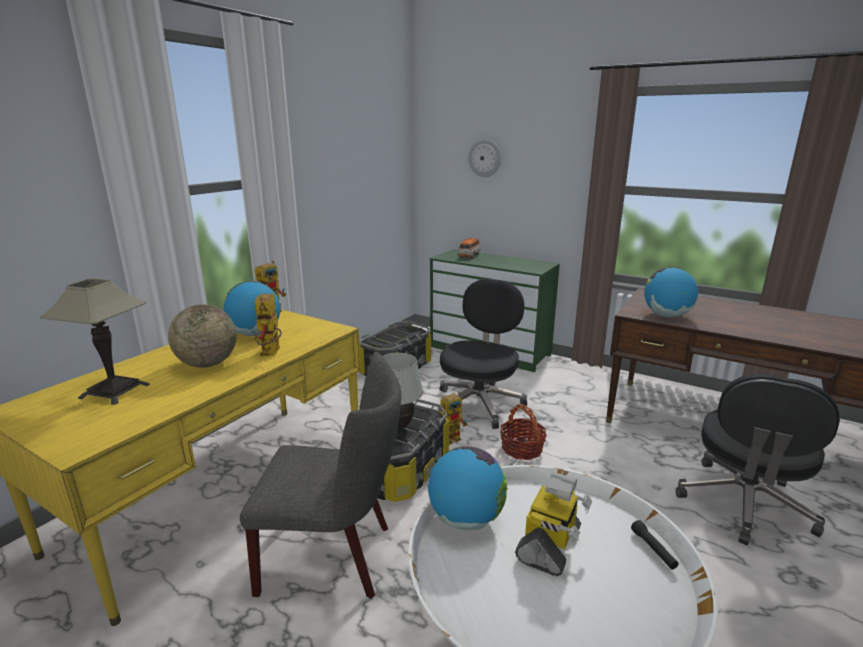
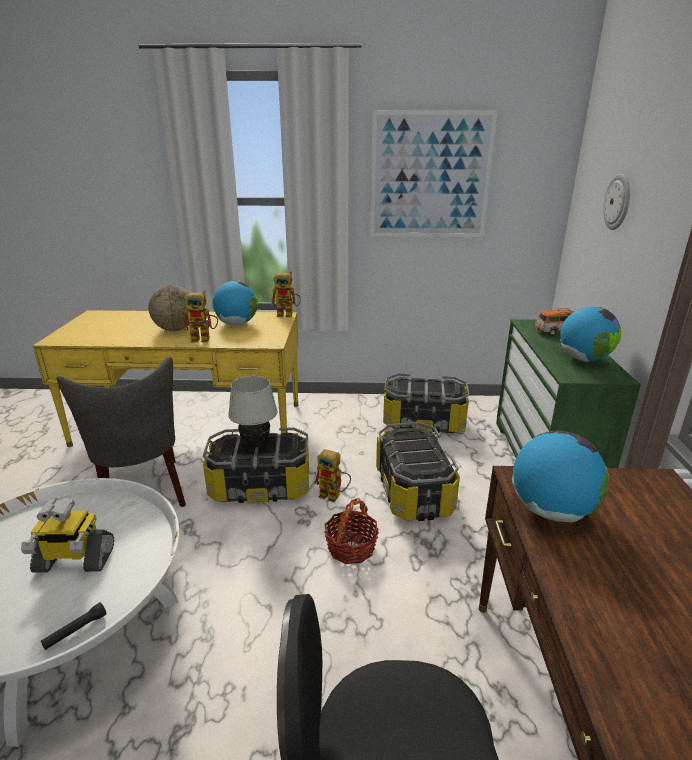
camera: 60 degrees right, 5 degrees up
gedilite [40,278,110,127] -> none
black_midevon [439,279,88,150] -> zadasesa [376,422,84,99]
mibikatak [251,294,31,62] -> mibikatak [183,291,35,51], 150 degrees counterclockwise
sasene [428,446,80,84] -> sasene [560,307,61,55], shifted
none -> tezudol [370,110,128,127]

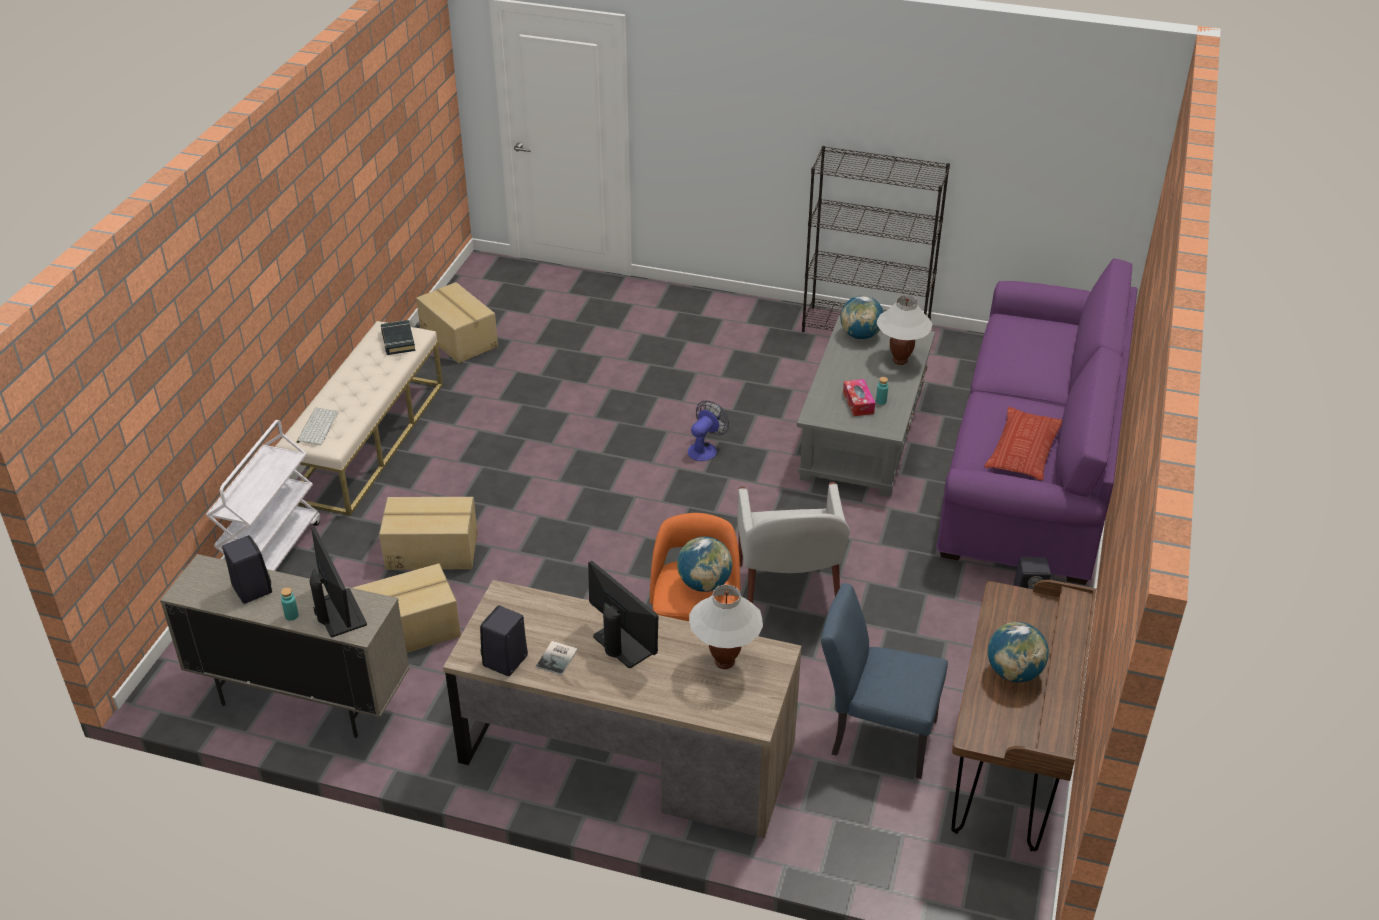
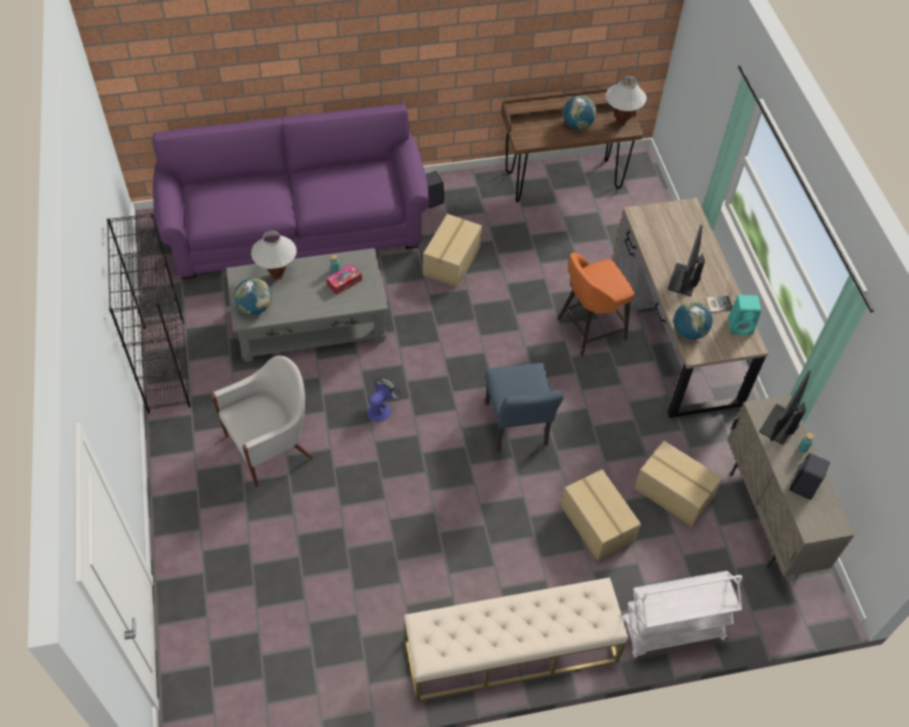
camera: 120 degrees left, 15 degrees up
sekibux [416,282,82,81] -> sekibux [423,214,59,73], shifted
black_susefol [381,320,34,35] -> none
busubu [688,401,41,60] -> busubu [367,375,34,47], 120 degrees clockwise
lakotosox [985,407,77,73] -> none
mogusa [297,408,41,37] -> none
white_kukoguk [737,482,113,121] -> white_kukoguk [211,356,102,132], shifted
sasene [677,536,55,56] -> sasene [674,301,39,39], shifted
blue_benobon [821,583,127,196] -> blue_benobon [485,363,78,89], shifted
white_gedilite [689,585,74,84] -> white_gedilite [605,76,42,50], shifted
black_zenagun [480,605,48,71] -> turquoise_zenagun [728,295,33,40]

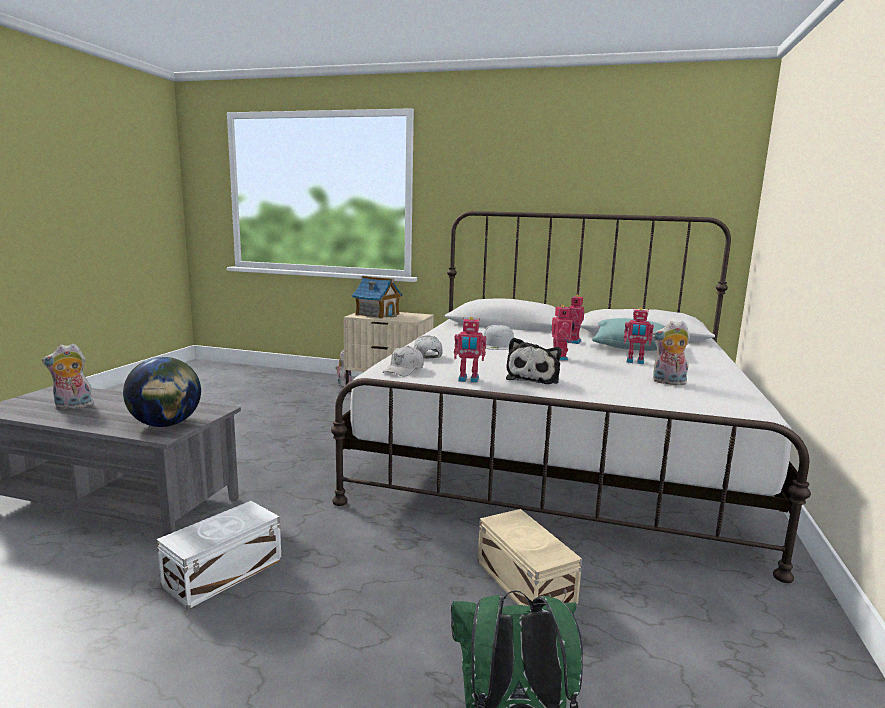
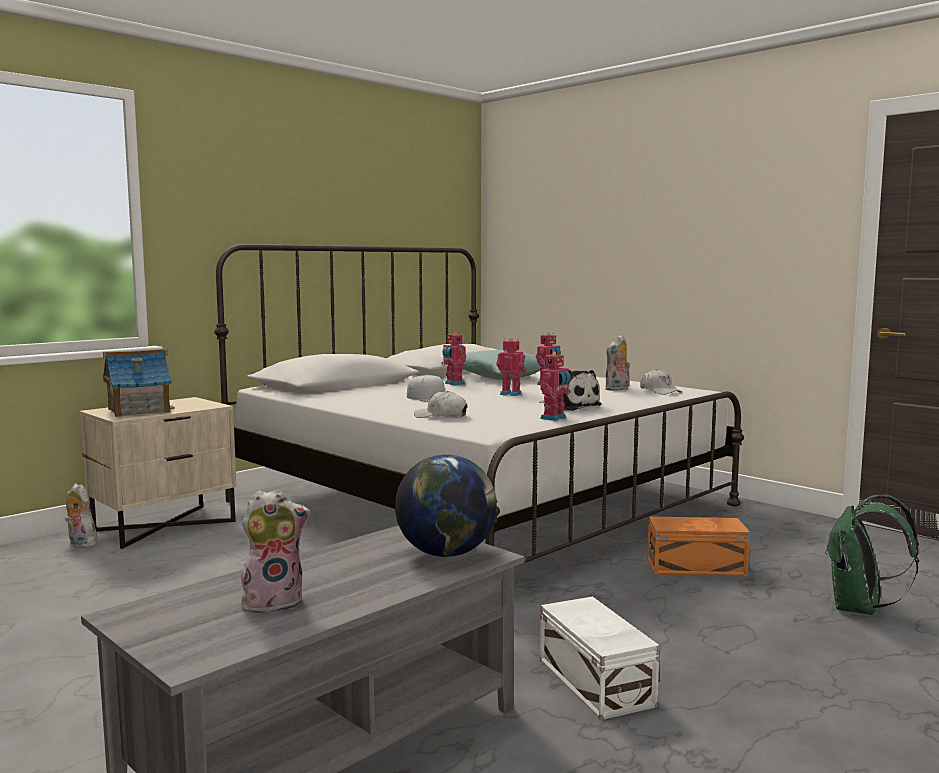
camera: 60 degrees left, 5 degrees down
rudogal [42,344,52,66] -> rudogal [241,489,69,124], 120 degrees counterclockwise
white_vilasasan [382,346,42,30] -> white_vilasasan [640,369,42,26], shifted
beige_zadasesa [478,509,104,98] -> orange_zadasesa [647,516,103,61]

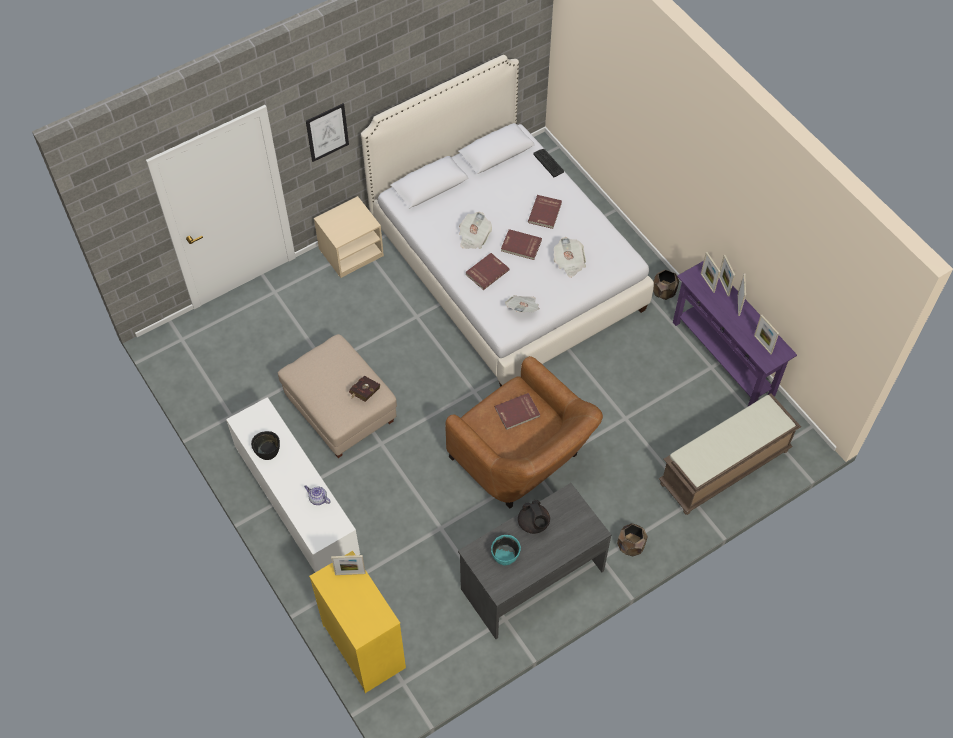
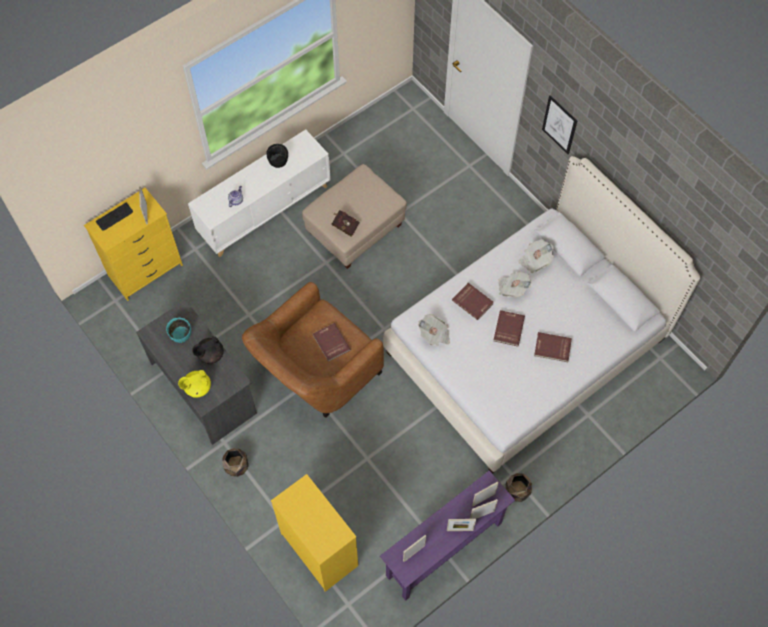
camera: 85 degrees right, 5 degrees up
mogusa [533,149,31,28] -> mogusa [96,203,37,28], shifted
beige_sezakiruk [314,196,70,82] -> none
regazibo [554,237,32,41] -> regazibo [519,239,35,34], shifted
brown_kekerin [658,394,143,121] -> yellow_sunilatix [271,474,87,118]
none -> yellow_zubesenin [178,370,33,28]

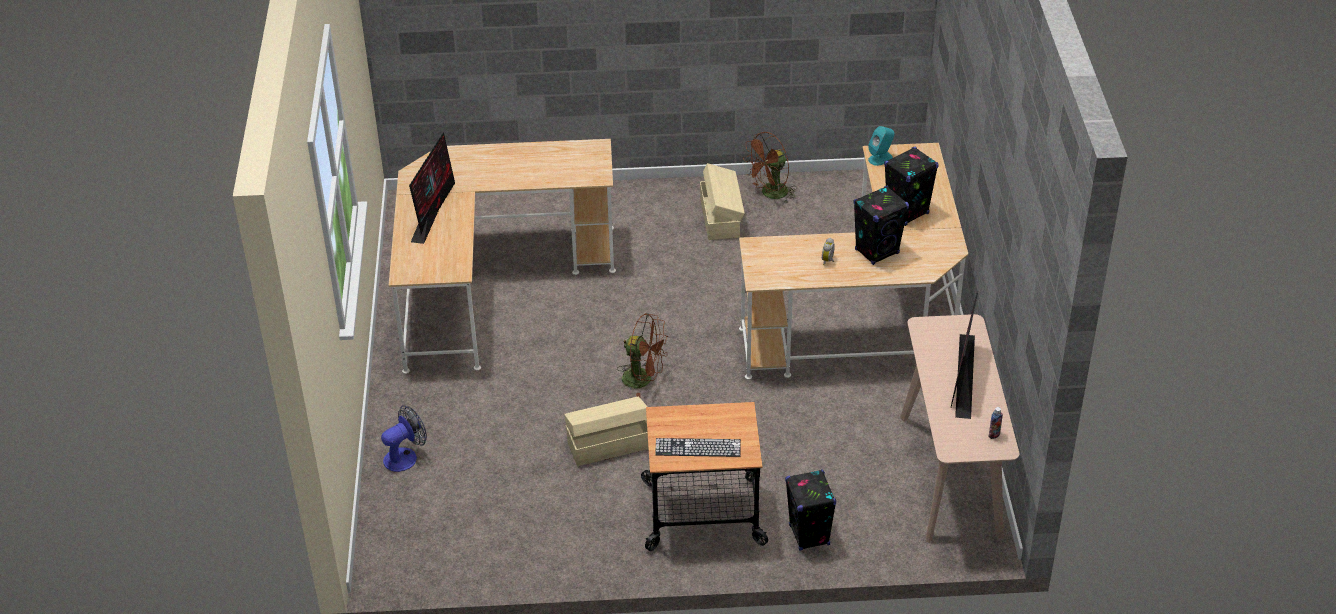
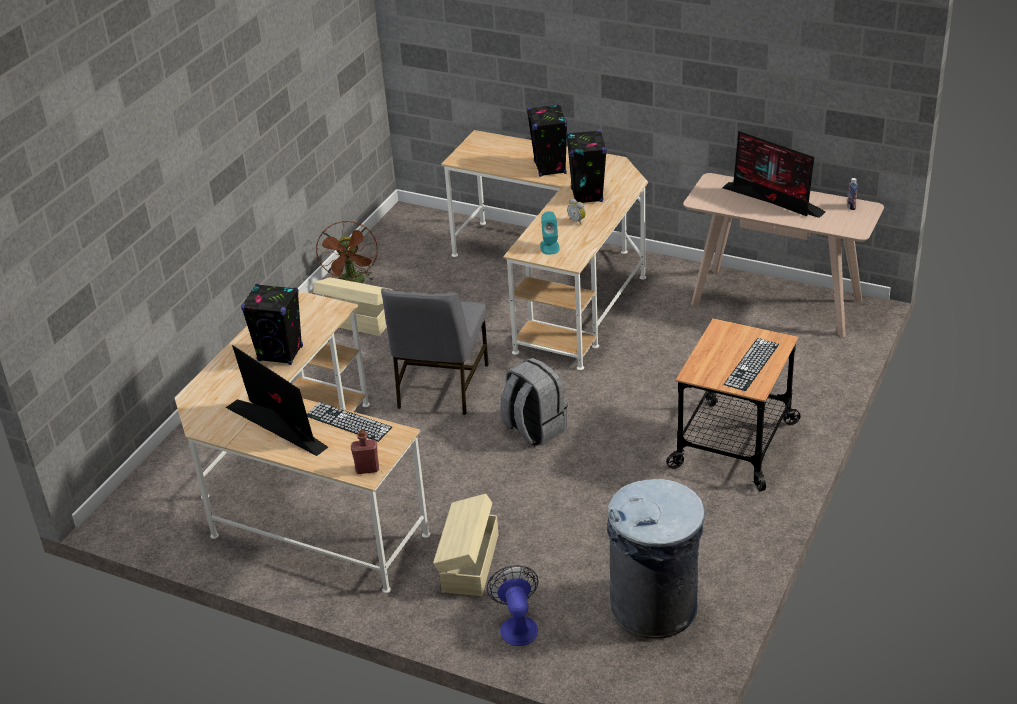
camera: 60 degrees left, 5 degrees down
turquoise_zenagun [868,126,27,40] -> turquoise_zenagun [540,211,19,44], shifted
brown_busubu [617,313,51,84] -> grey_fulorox [500,358,68,88]
beige_zadasesa [564,396,84,70] -> beige_zadasesa [433,494,65,102], shifted
black_zenagun [785,469,51,82] -> black_zenagun [241,284,62,81], shifted
none -> grey_benobon [381,288,108,127]
none -> mogusa [307,402,85,40]
none -> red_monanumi [351,430,28,44]
none -> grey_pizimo [607,479,98,160]

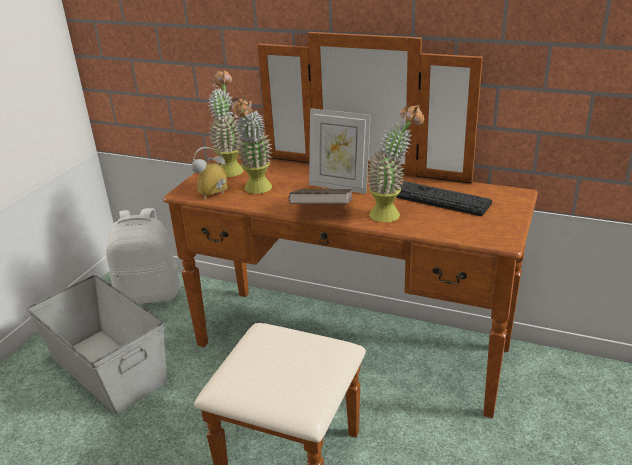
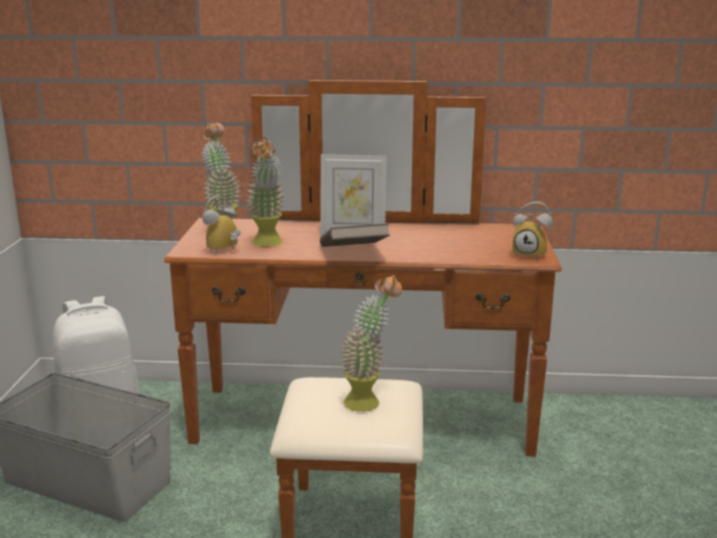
camera: 20 degrees left, 10 degrees down
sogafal [367,105,57,117] -> sogafal [340,275,62,137], shifted
mogusa [396,181,96,35] -> none
none -> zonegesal [512,202,41,58]

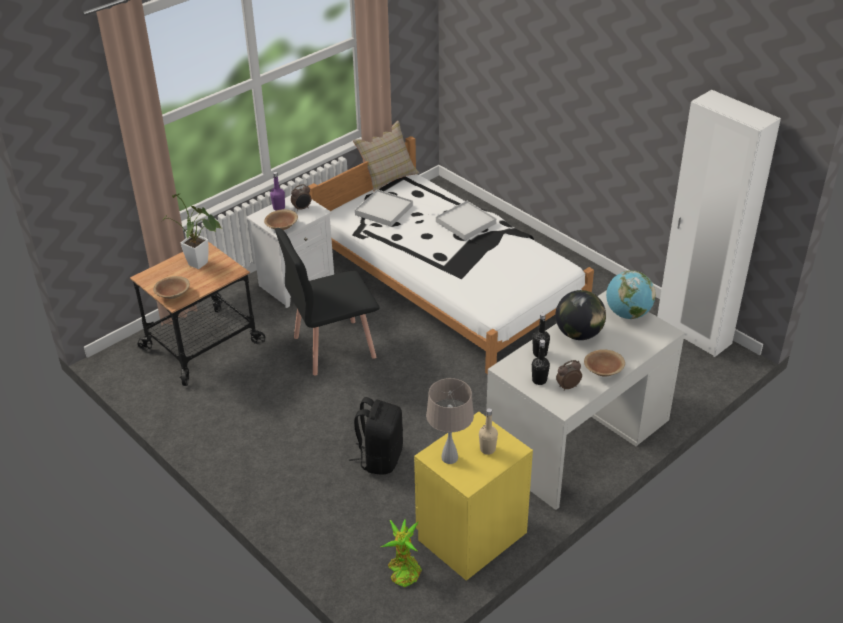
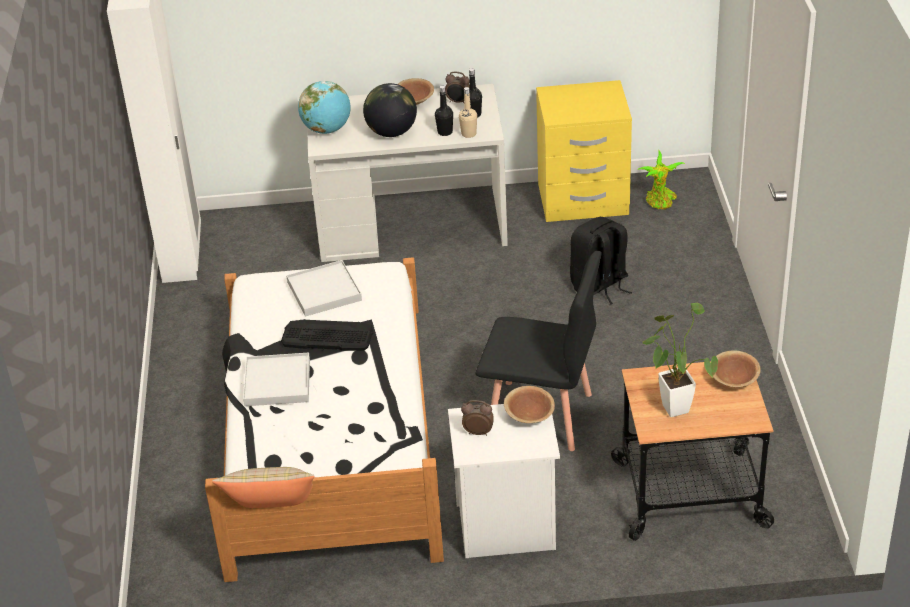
camera: 140 degrees left, 0 degrees up
purple_monanumi [270,172,15,39] -> none
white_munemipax [355,189,58,38] -> white_munemipax [286,260,76,57], shifted
beige_gedilite [426,378,48,86] -> none
beige_monanumi [479,408,19,47] -> beige_monanumi [459,87,18,51], shifted
none -> mogusa [281,319,92,32]

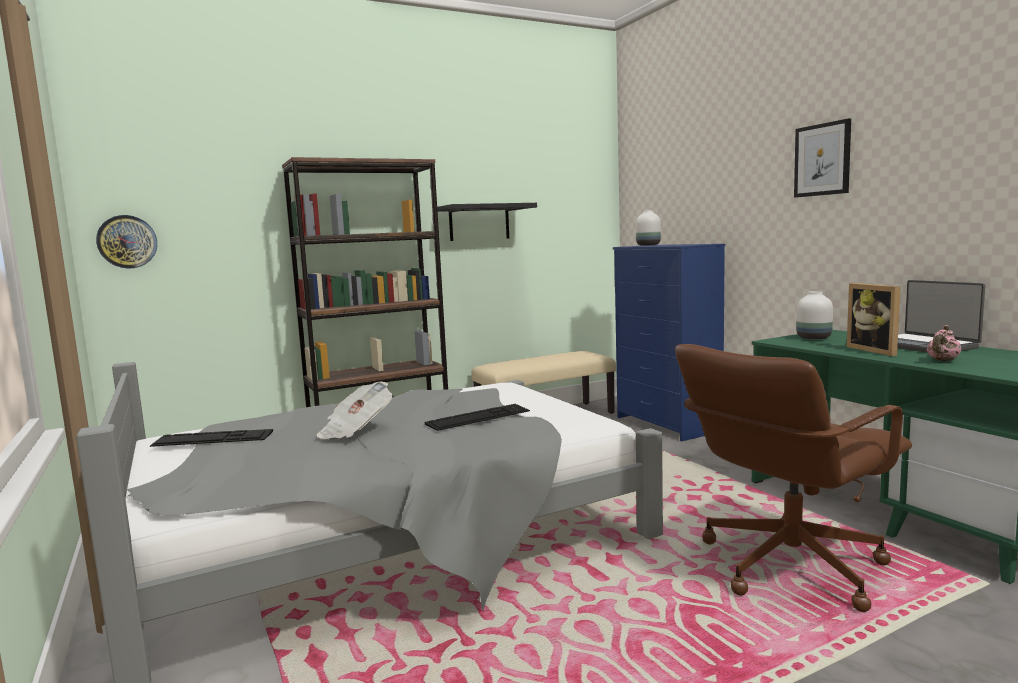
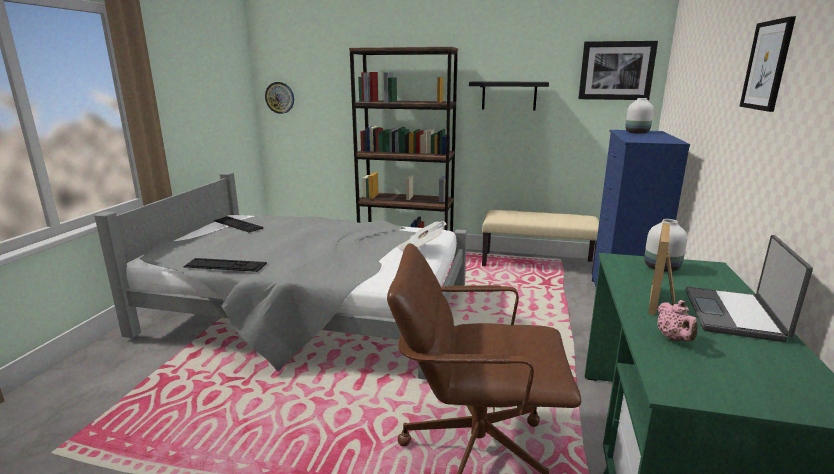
camera: 40 degrees right, 10 degrees up
pink_zubesenin [927,325,34,36] -> pink_zubesenin [657,300,41,42], 90 degrees counterclockwise
regazibo [317,381,76,58] -> regazibo [397,221,49,30], shifted
mogusa [425,404,105,27] -> mogusa [183,258,84,14], shifted
none -> tezudol [578,41,80,59]

